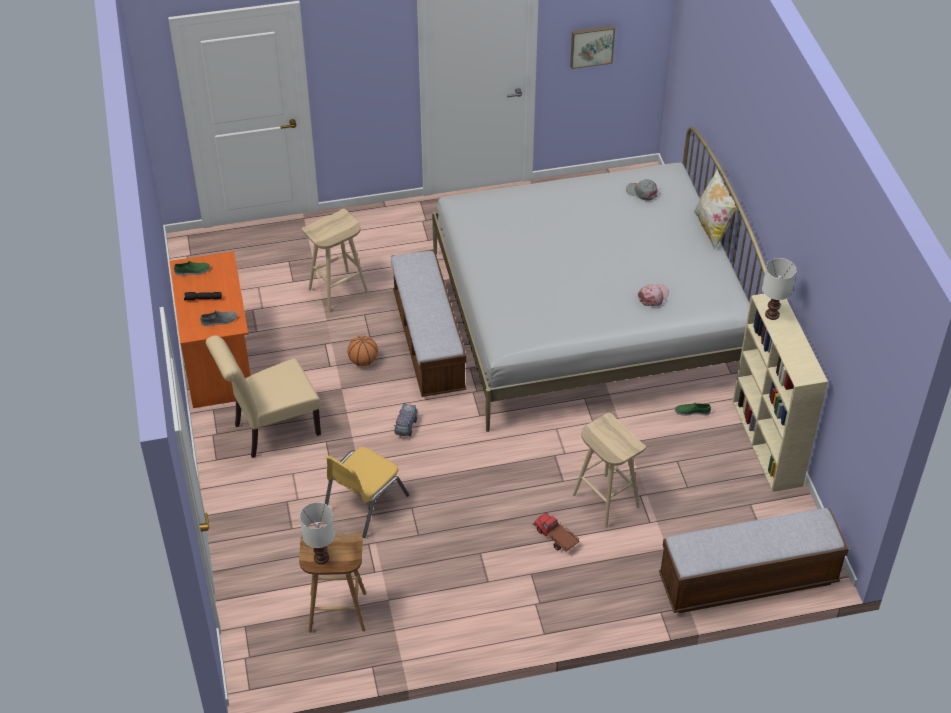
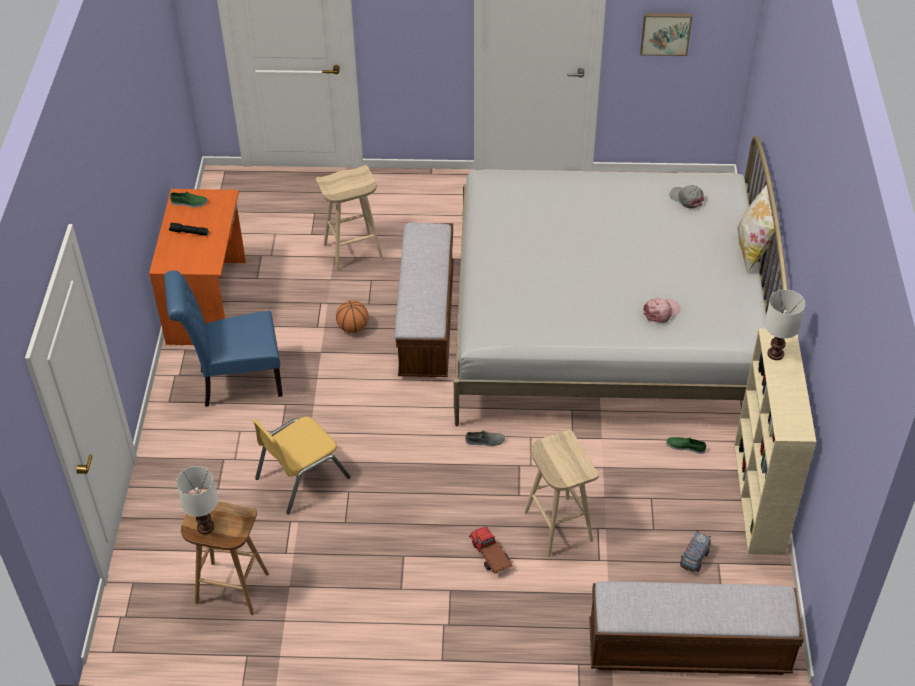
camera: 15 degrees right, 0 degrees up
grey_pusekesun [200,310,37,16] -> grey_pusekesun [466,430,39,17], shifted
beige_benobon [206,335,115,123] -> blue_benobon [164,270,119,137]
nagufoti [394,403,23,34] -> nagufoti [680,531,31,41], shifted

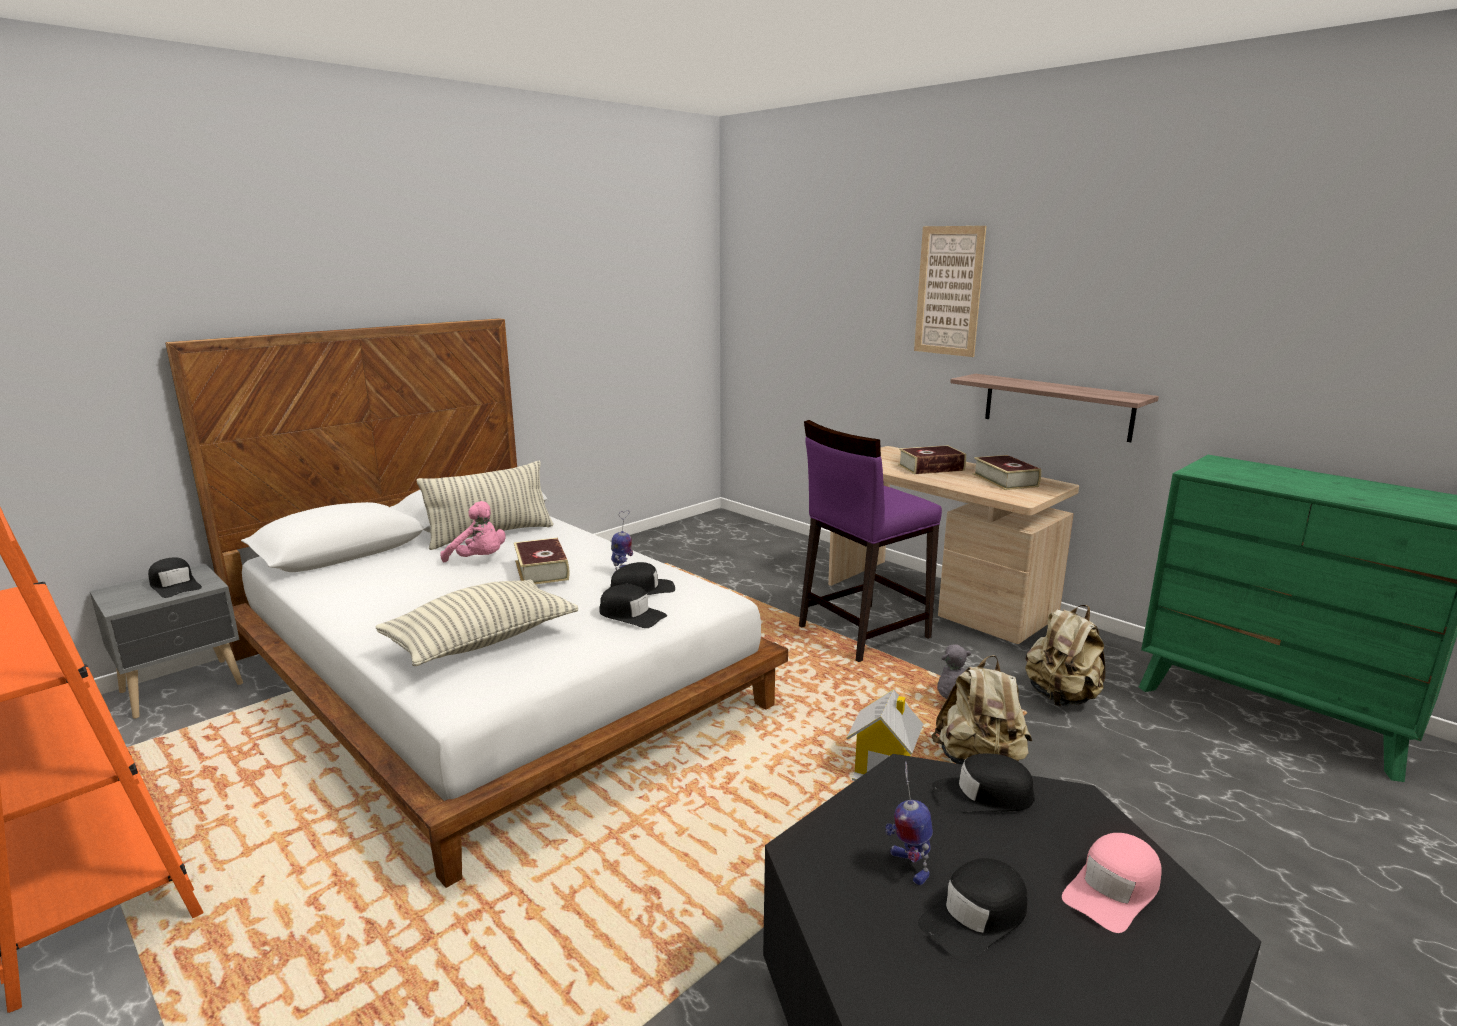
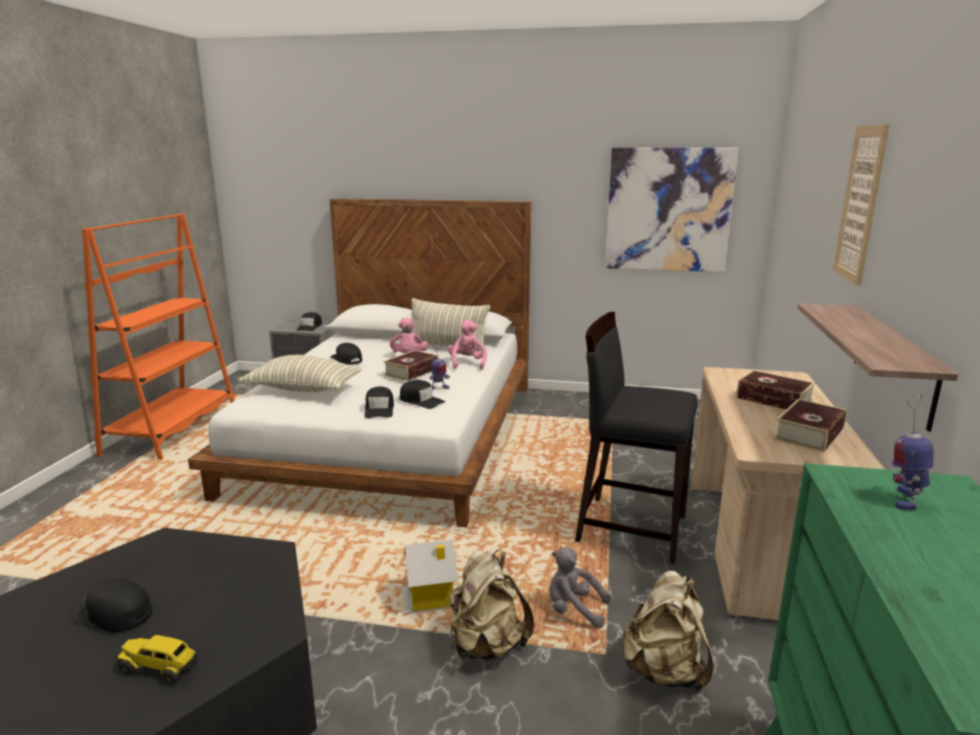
camera: 55 degrees right, 0 degrees up
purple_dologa [799,420,143,242] -> black_dologa [575,312,123,252]
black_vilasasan [932,754,103,60] -> black_vilasasan [330,343,32,22], shifted
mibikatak [885,761,48,124] -> mibikatak [892,393,42,117], shifted
pink_vilasasan [1062,833,100,100] -> nagufoti [116,635,82,50]
none -> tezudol [605,148,134,124]
none -> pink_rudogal [448,319,39,51]

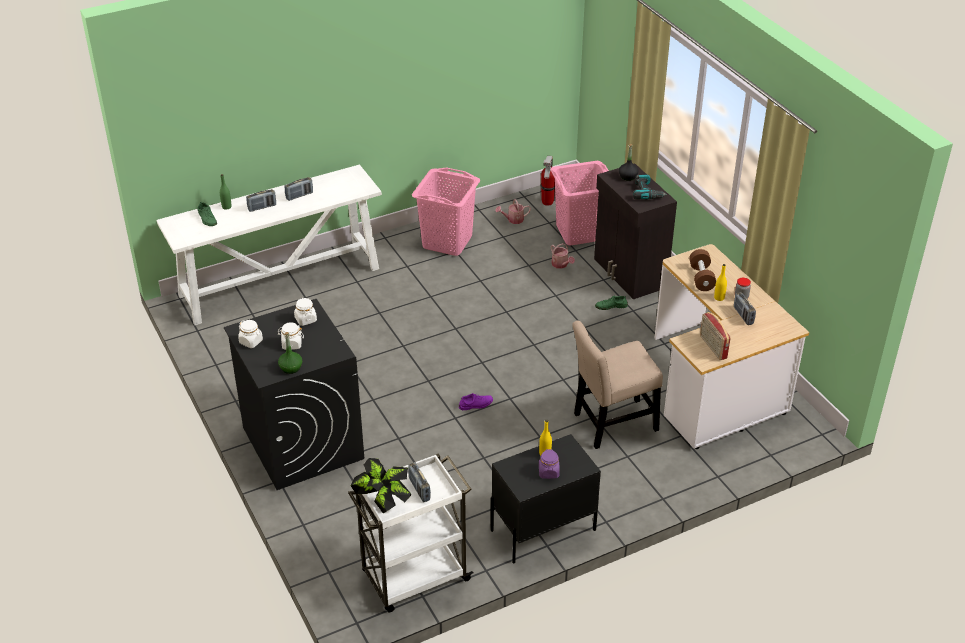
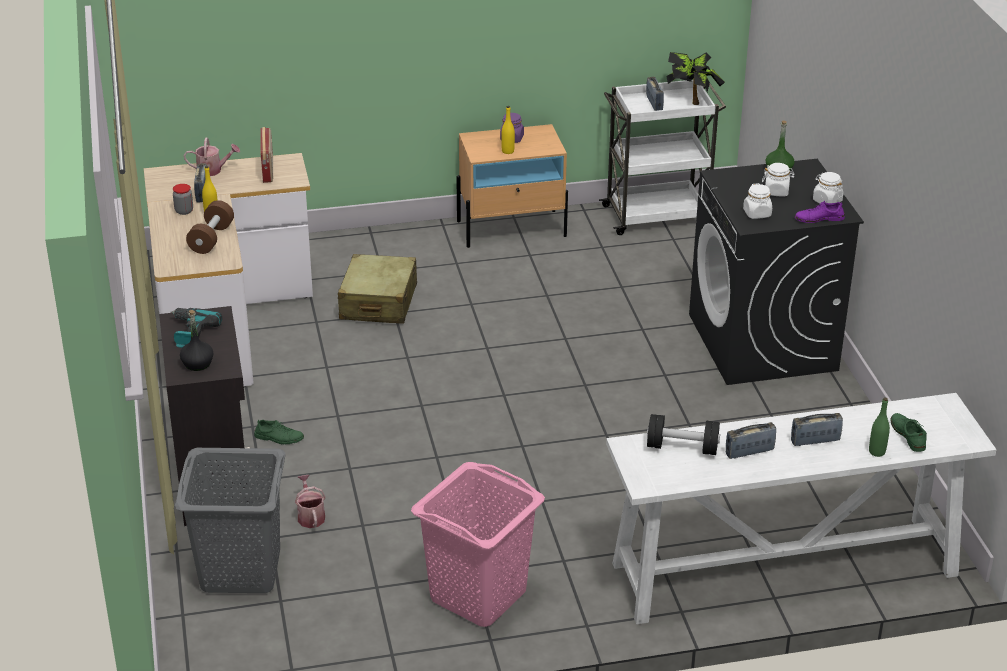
camera: 165 degrees left, 5 degrees down
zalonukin [540,156,15,50] -> none
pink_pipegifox [550,161,59,85] -> grey_pipegifox [175,448,111,145]
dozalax [495,199,36,25] -> dozalax [184,137,56,39], shifted
beige_benobon [572,321,91,128] -> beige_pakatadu [338,254,79,70]
purple_pusekesun [459,393,34,17] -> purple_pusekesun [795,201,50,22], shifted
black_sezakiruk [491,434,110,129] -> beige_sezakiruk [456,124,112,124]
none -> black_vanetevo [647,414,73,41]

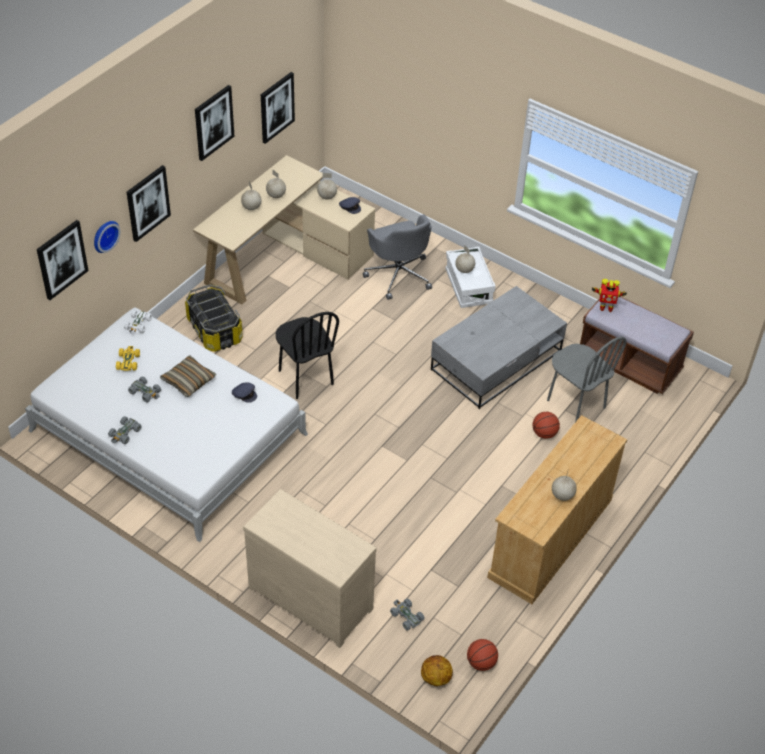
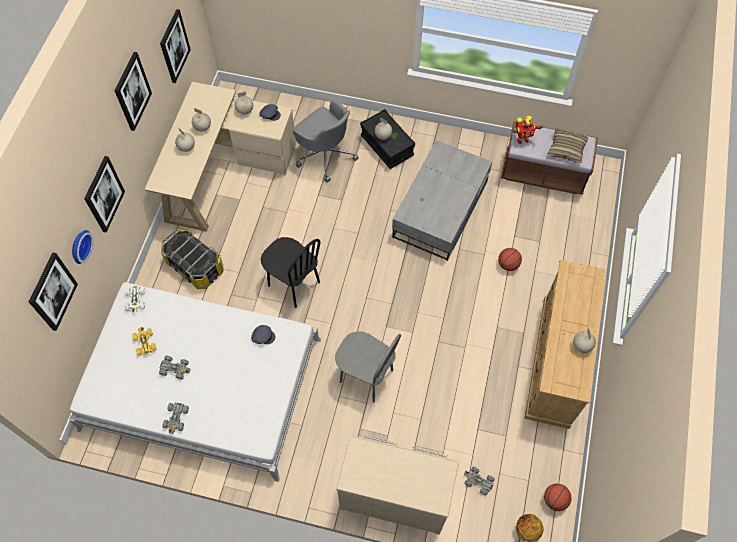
camera: 20 degrees left, 15 degrees up
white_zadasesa [446,247,50,61] -> black_zadasesa [360,109,55,60]
grey_benobon [547,337,79,85] -> grey_benobon [335,331,66,71], shifted
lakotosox [160,355,56,42] -> lakotosox [548,129,40,34], shifted

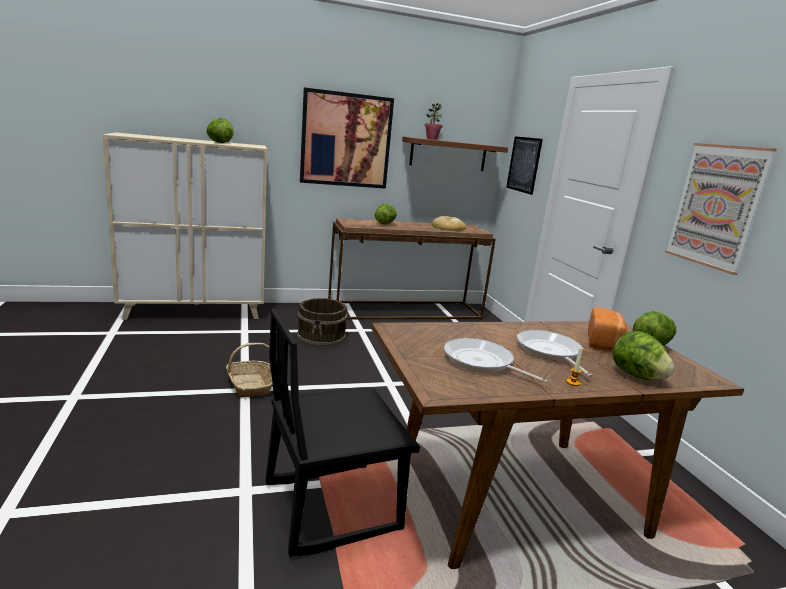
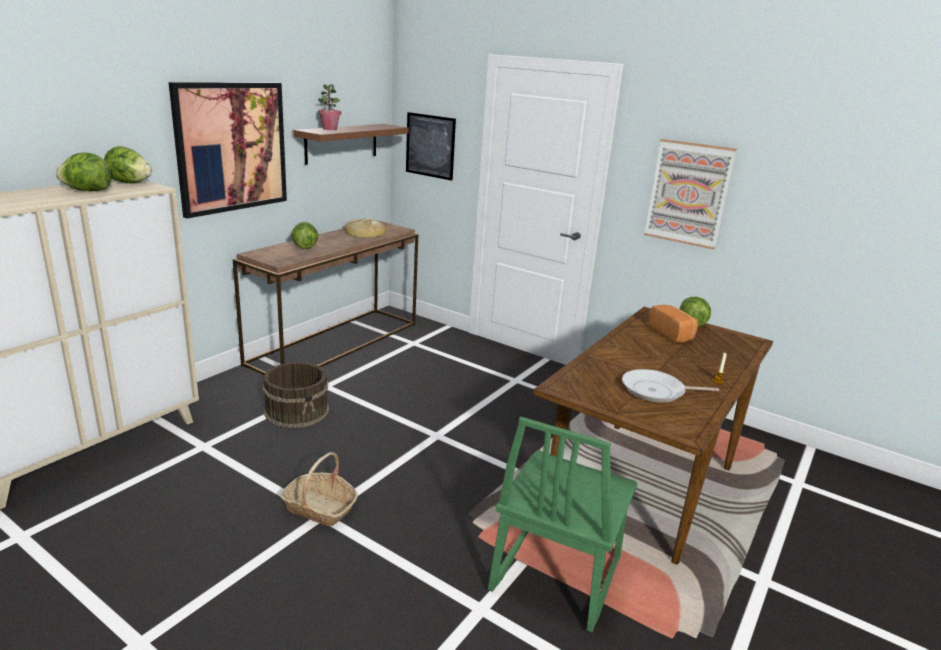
camera: 40 degrees left, 5 degrees up
black_benobon [266,309,154,248] -> green_benobon [488,417,150,215]
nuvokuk [517,330,75,47] -> none
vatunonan [612,331,63,49] -> vatunonan [104,146,48,38], shifted

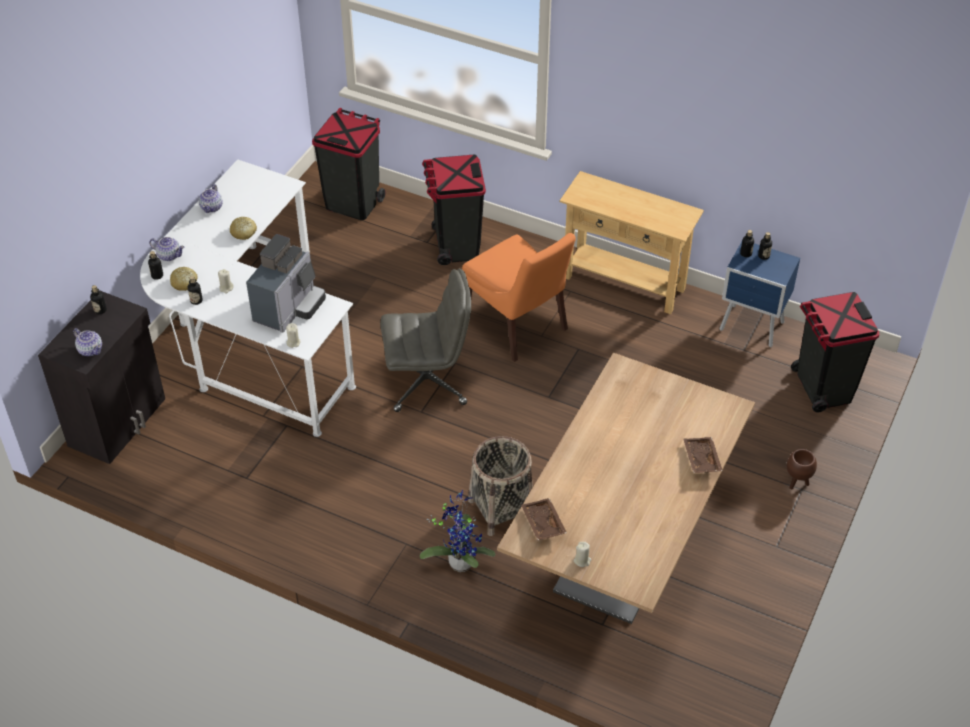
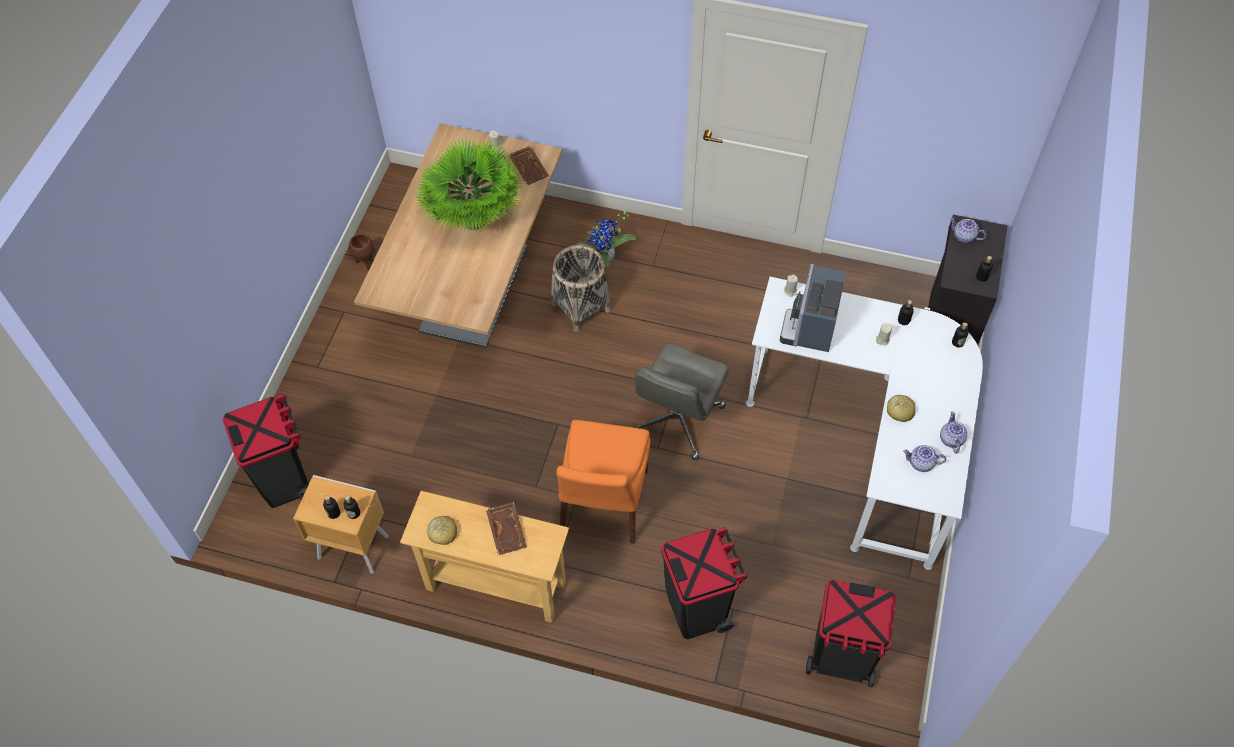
camera: 170 degrees right, 10 degrees up
orange_benobon [462,233,114,129] -> orange_benobon [556,420,95,124], 120 degrees counterclockwise
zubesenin [149,237,35,24] -> zubesenin [903,445,43,27], shifted
blue_sezakiruk [719,242,81,105] -> brown_sezakiruk [293,475,96,99]
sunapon [170,267,28,24] -> sunapon [427,516,30,29], shifted
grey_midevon [380,269,91,143] -> grey_midevon [634,342,95,118], 45 degrees counterclockwise
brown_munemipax [683,437,40,36] -> brown_munemipax [486,502,41,53], shifted
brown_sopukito [787,449,30,40] -> brown_sopukito [349,234,26,36], shifted
none -> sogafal [414,136,108,96]

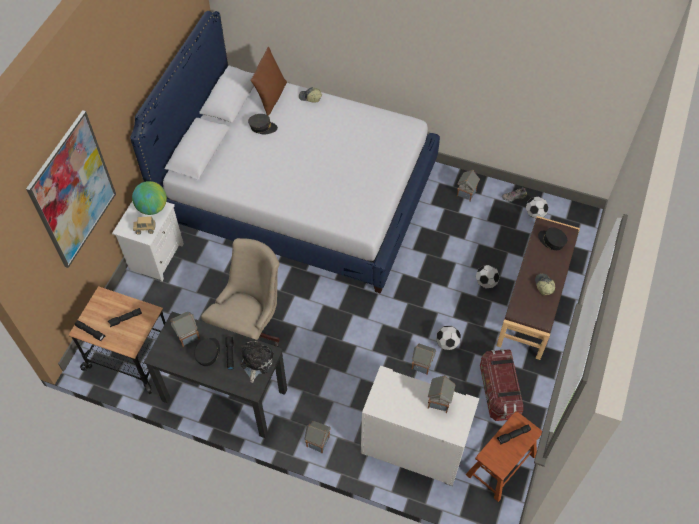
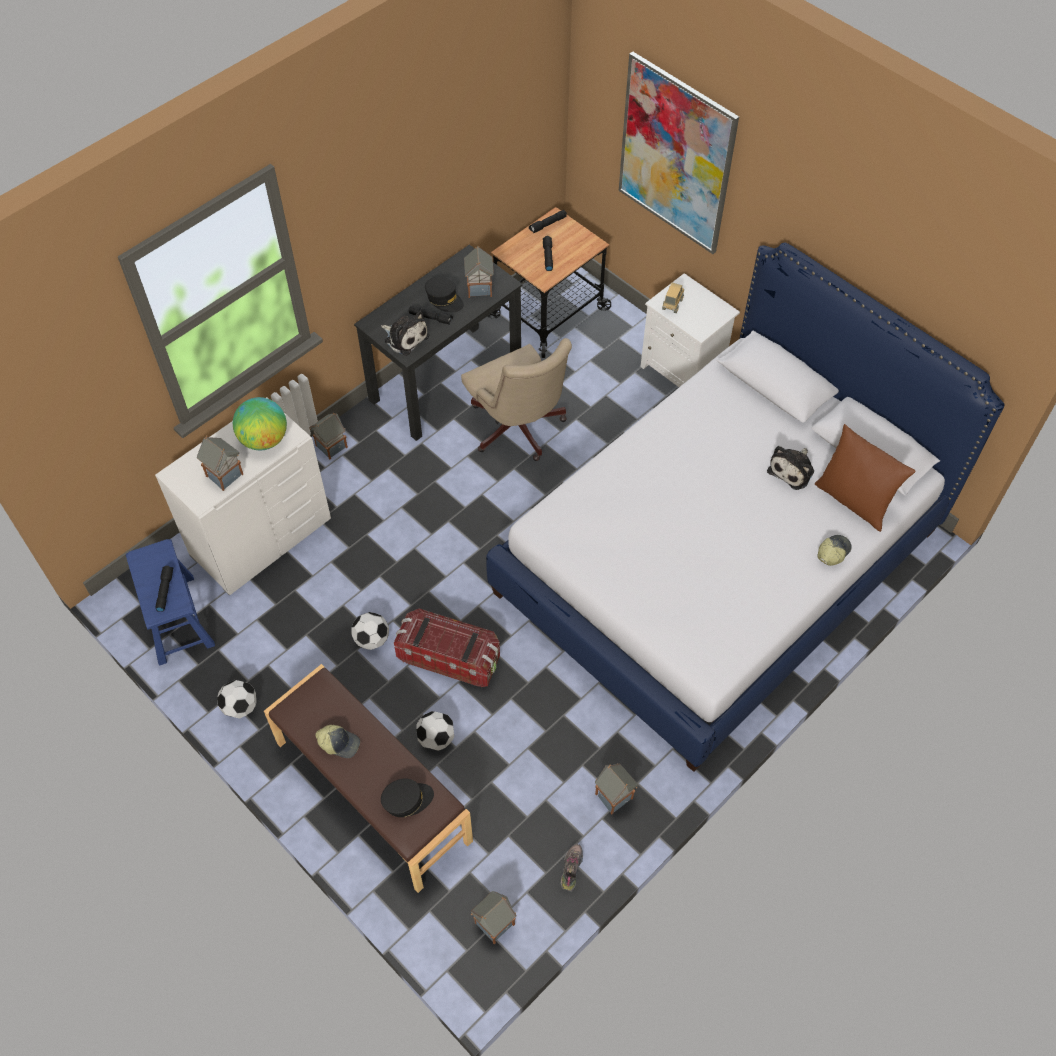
camera: 115 degrees right, 0 degrees up
grey_vilasasan [248,114,30,21] -> rudogal [767,446,47,44]
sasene [132,181,35,34] -> sasene [233,397,54,53], shifted
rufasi [526,196,23,23] -> rufasi [217,680,40,39], shifted
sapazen [412,344,24,31] -> sapazen [471,891,45,53], shifted
zadasesa [480,349,43,72] -> zadasesa [394,608,106,80], shifted
brown_dologa [466,411,76,91] -> blue_dologa [126,539,89,126]

